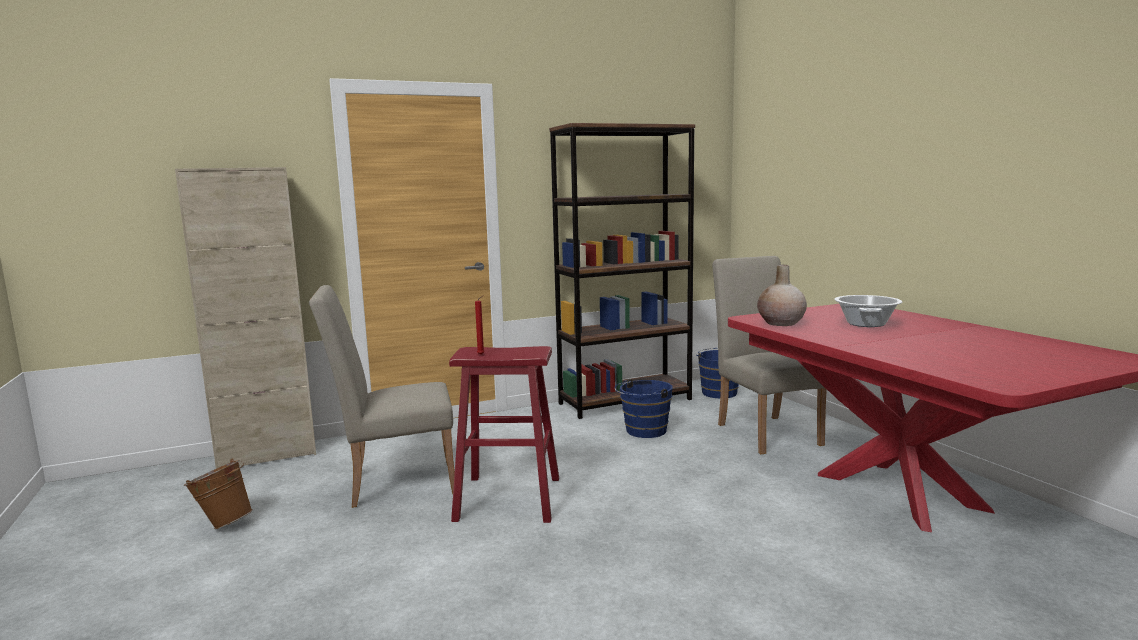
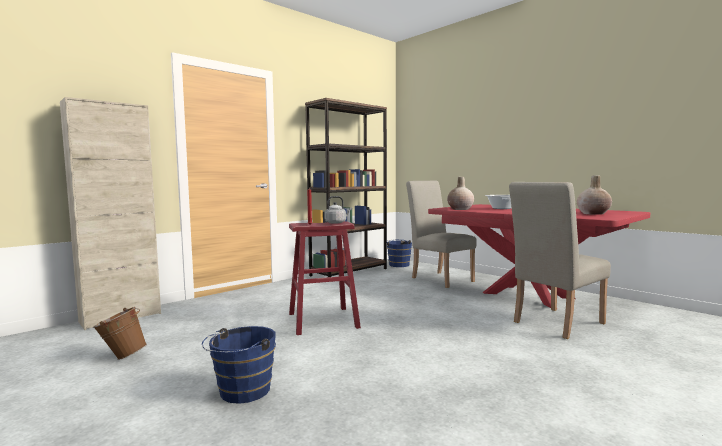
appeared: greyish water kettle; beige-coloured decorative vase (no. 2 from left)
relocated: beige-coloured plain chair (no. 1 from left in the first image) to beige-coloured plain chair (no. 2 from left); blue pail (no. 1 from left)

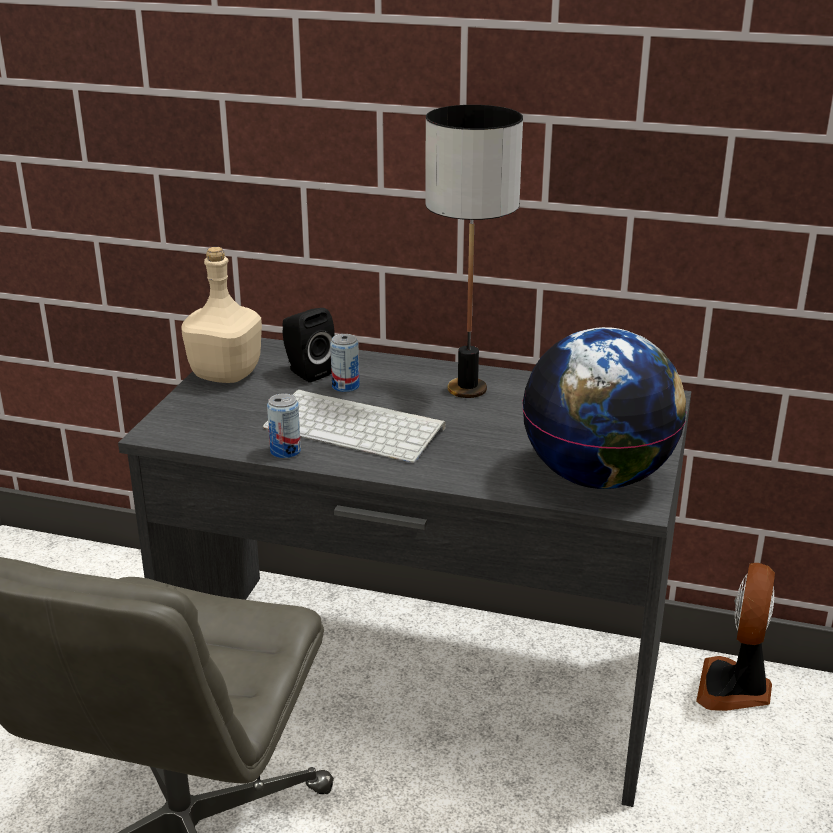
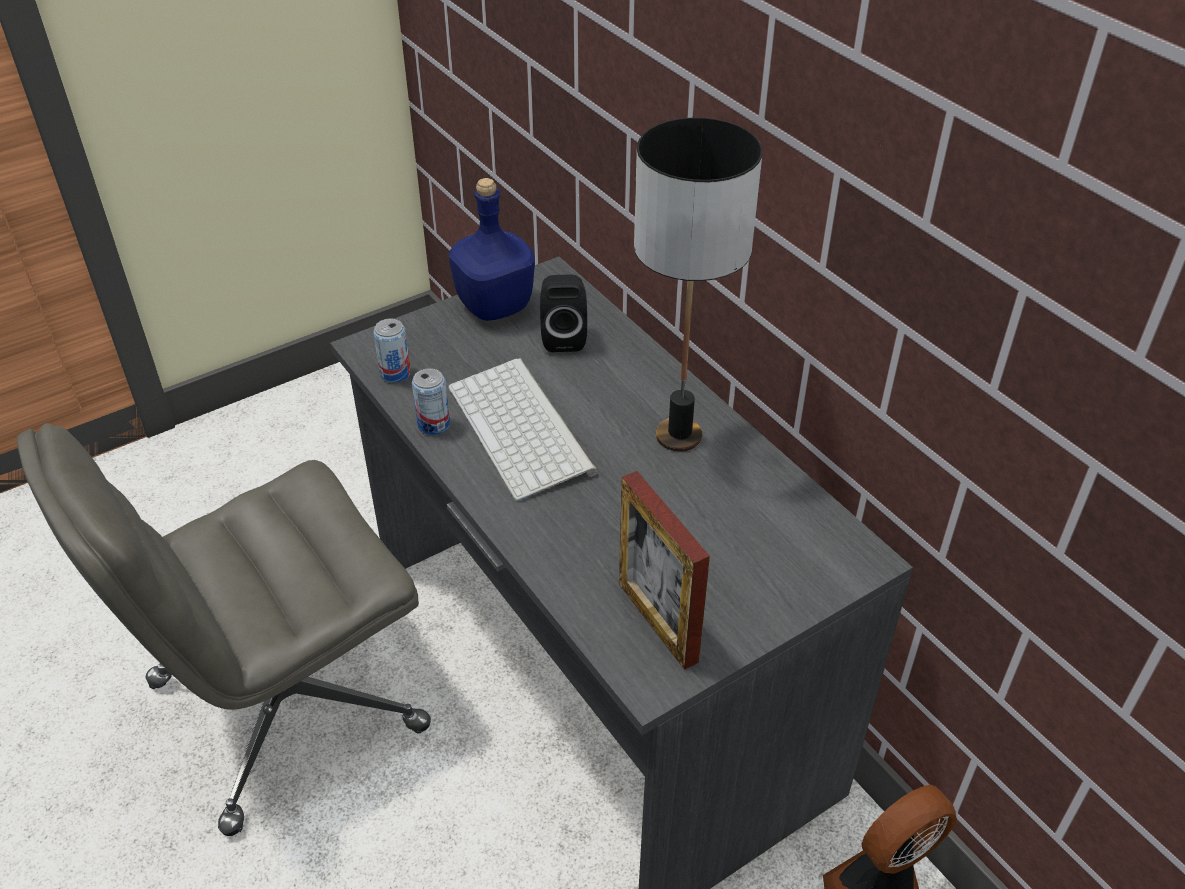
relocated: sealed can (no. 2 from left in the first image) to sealed can (no. 1 from left)
exchanged: globe to standing frame
colour: beige-coloured beverage bottle to blue beverage bottle

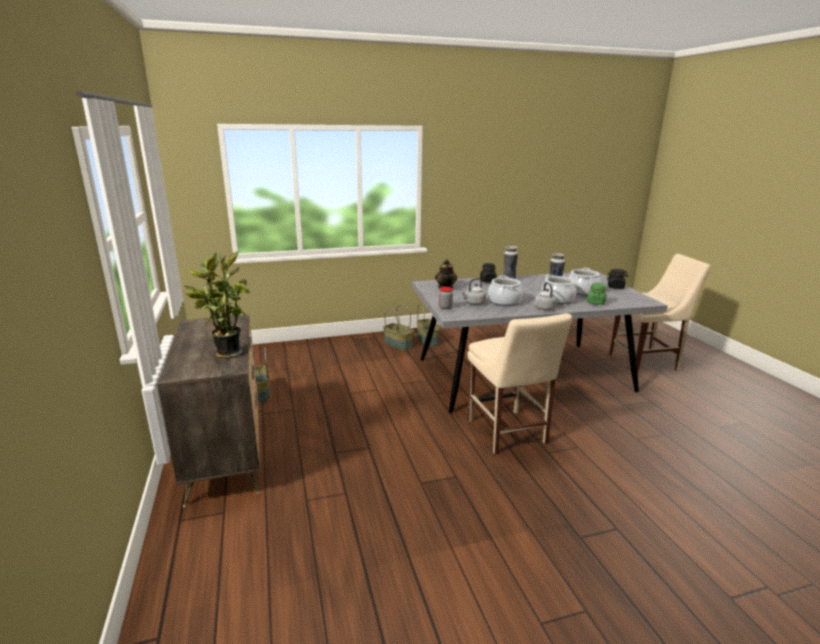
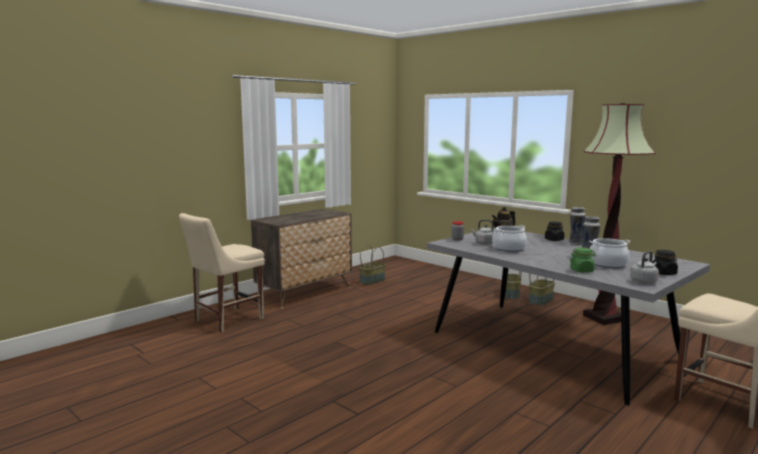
missing: plant in a pot; saucepot (no. 2 from left)
appeared: standard lamp
relocated: beige-coloured plain chair (no. 1 from left); greyish water kettle (no. 2 from left)

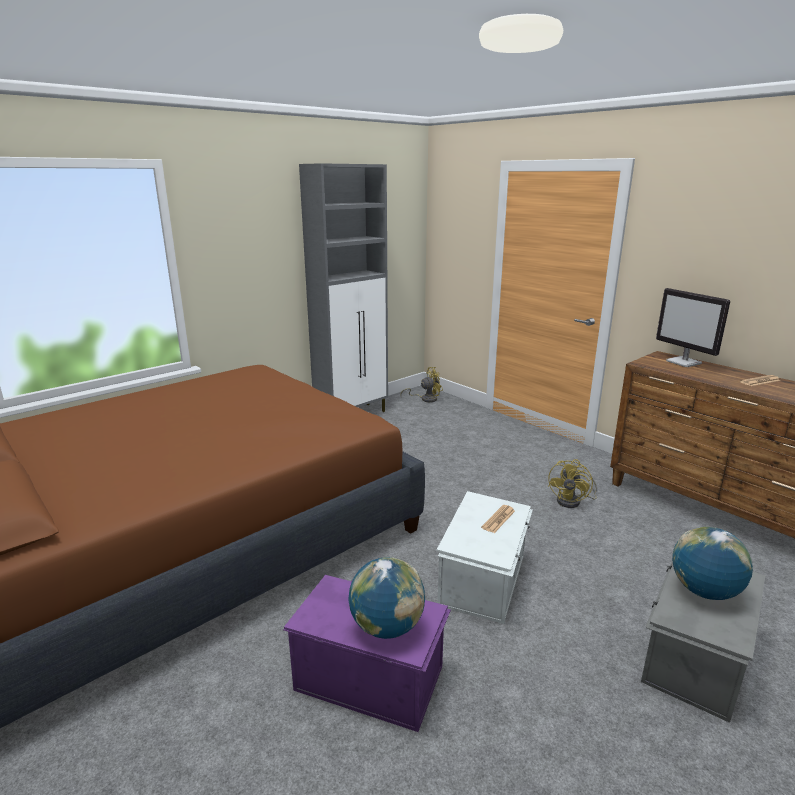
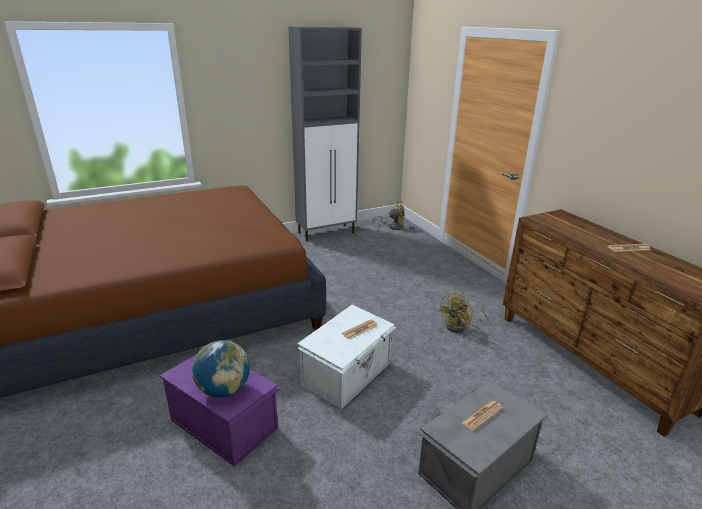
missing: monitor
exchanged: globe (no. 2 from left) to daily paper (no. 2 from left)

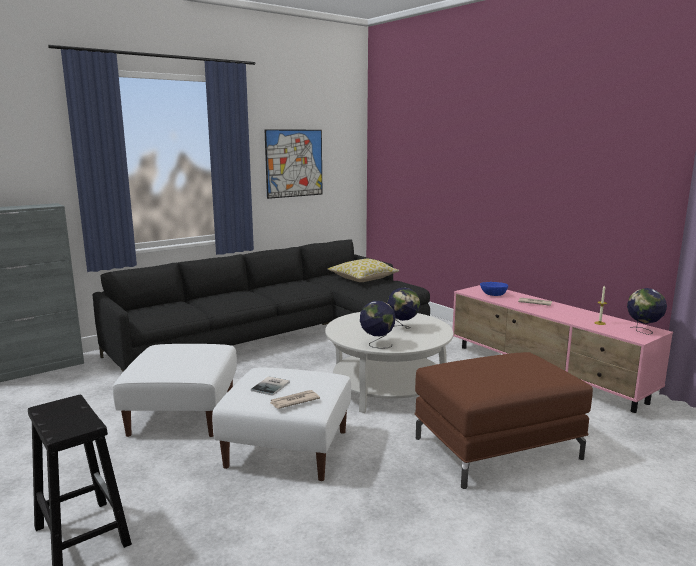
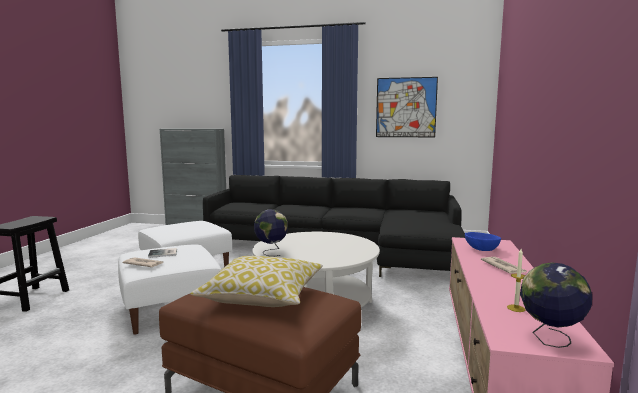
missing: globe (no. 2 from left)
relocated: pillow

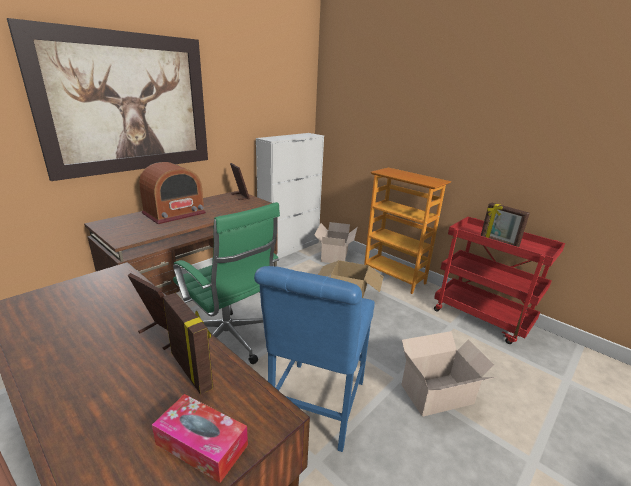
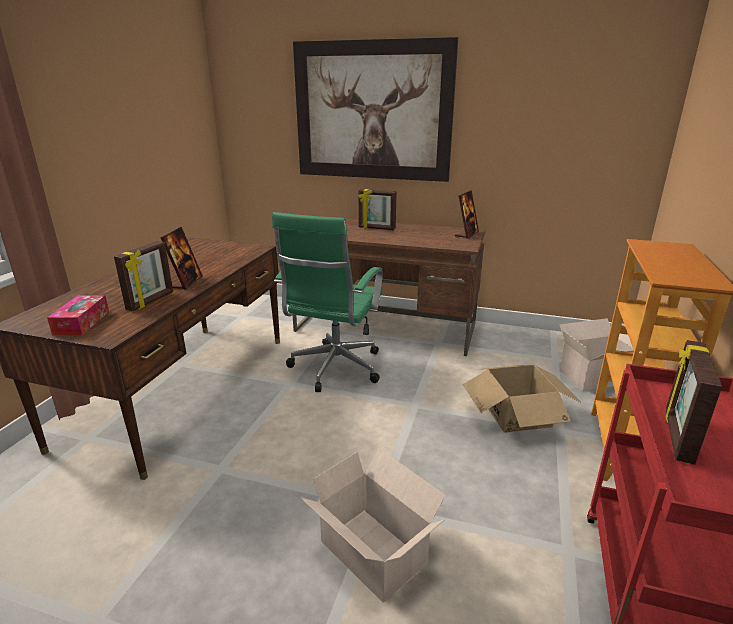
missing: blue plain chair; whitish storage cabinet
exchanged: radio to standing frame (no. 3 from left)

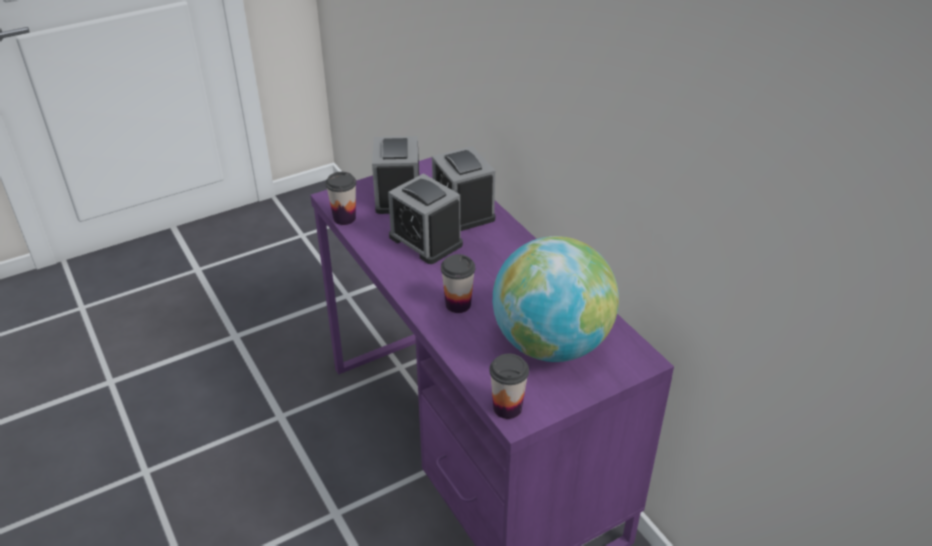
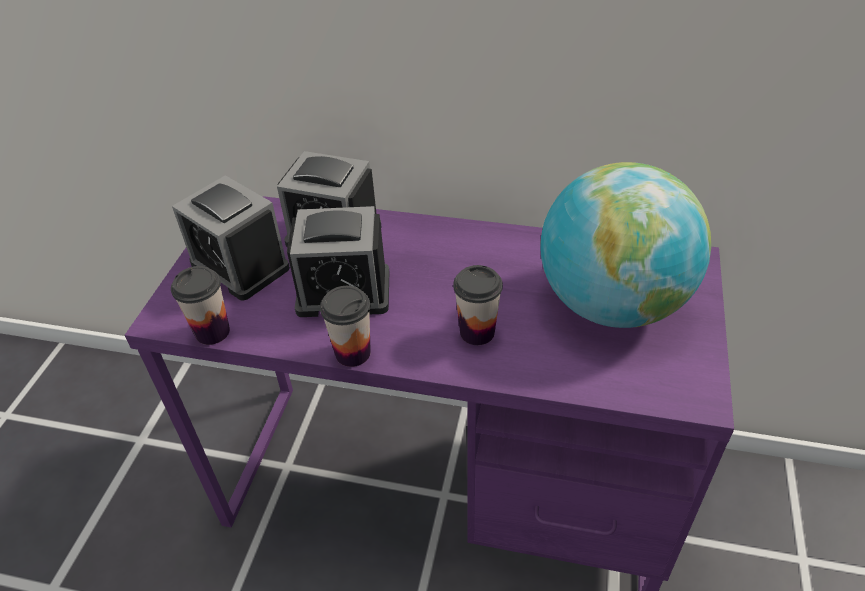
relocated: cup (no. 3 from left in the first image) to cup (no. 2 from left)

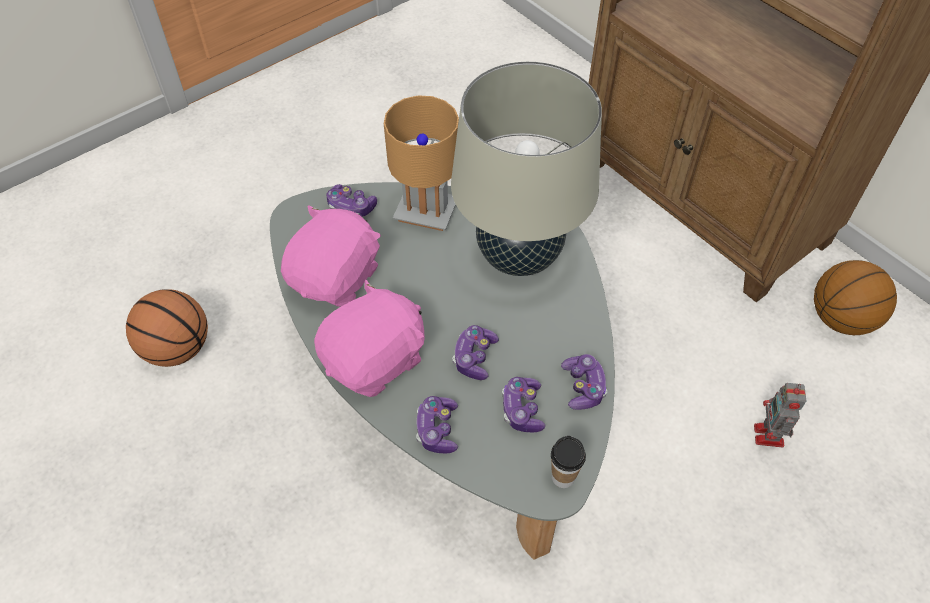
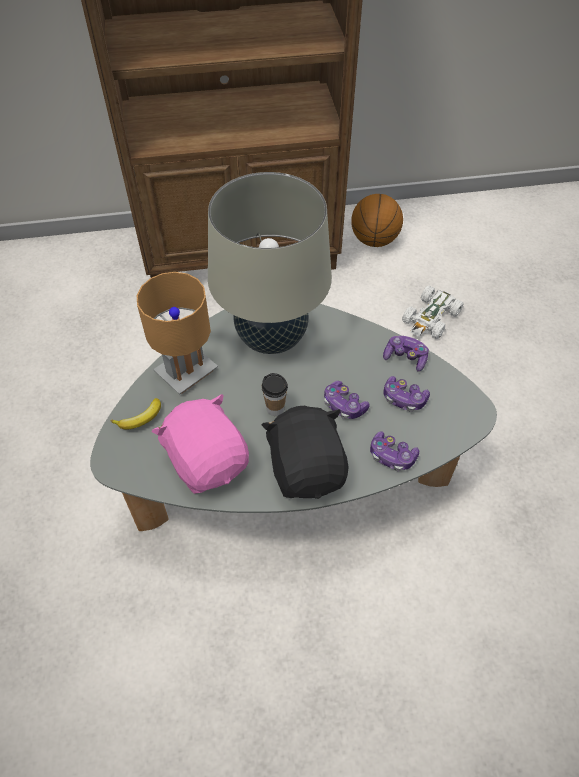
missing: ball for basketball (no. 1 from left)
relocated: cup
exchanged: joypad (no. 1 from left) to banana fruit; robot figure to whitish toy car
colour: pink-coloured soft toy (no. 2 from left) to blackish soft toy

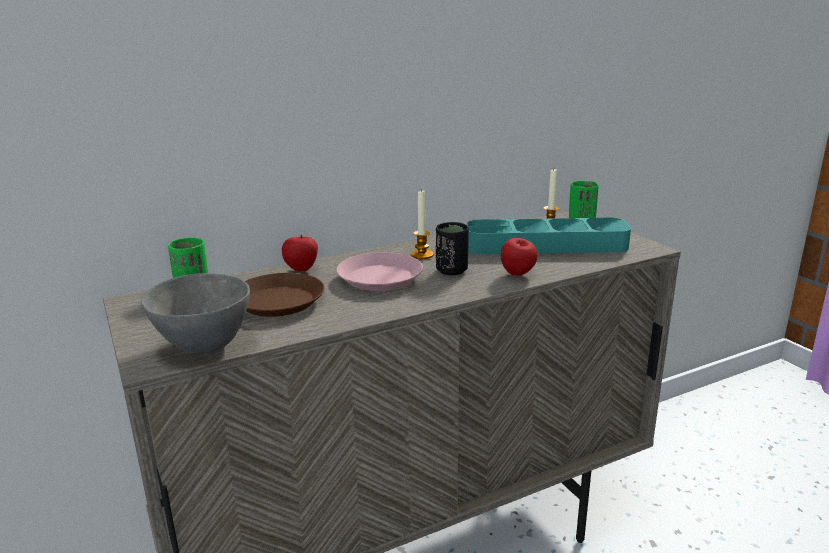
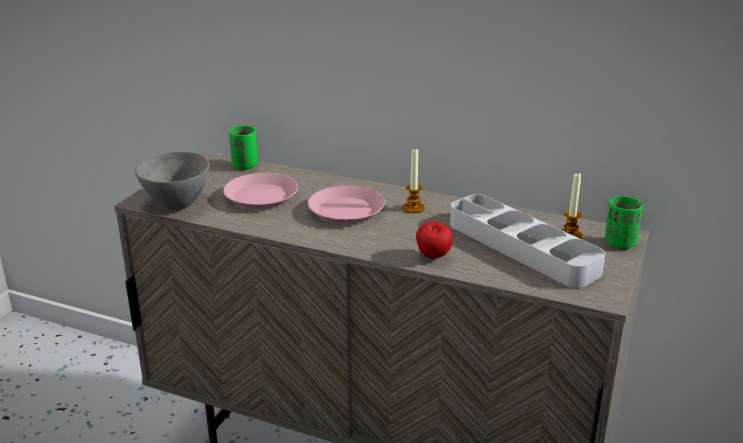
missing: apple fruit (no. 1 from left); blackish cup
colour: brownish flat dish to pink-coloured flat dish (no. 1 from left); turquoise carrying tray to greyish carrying tray

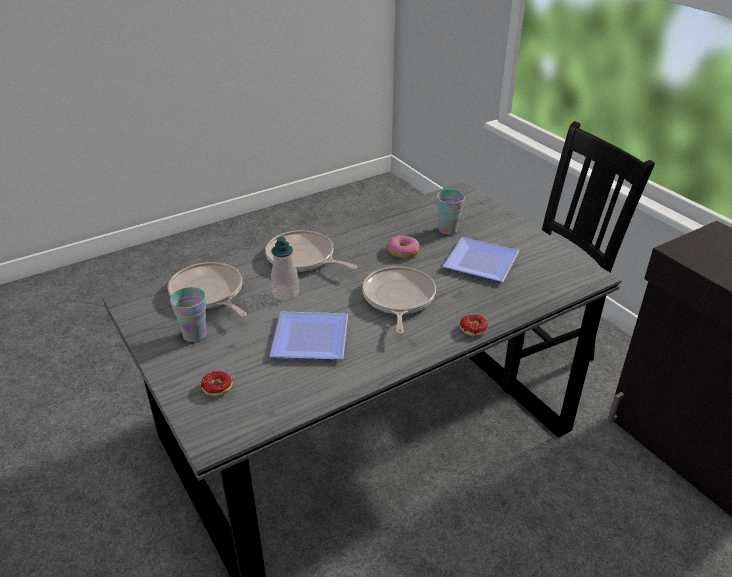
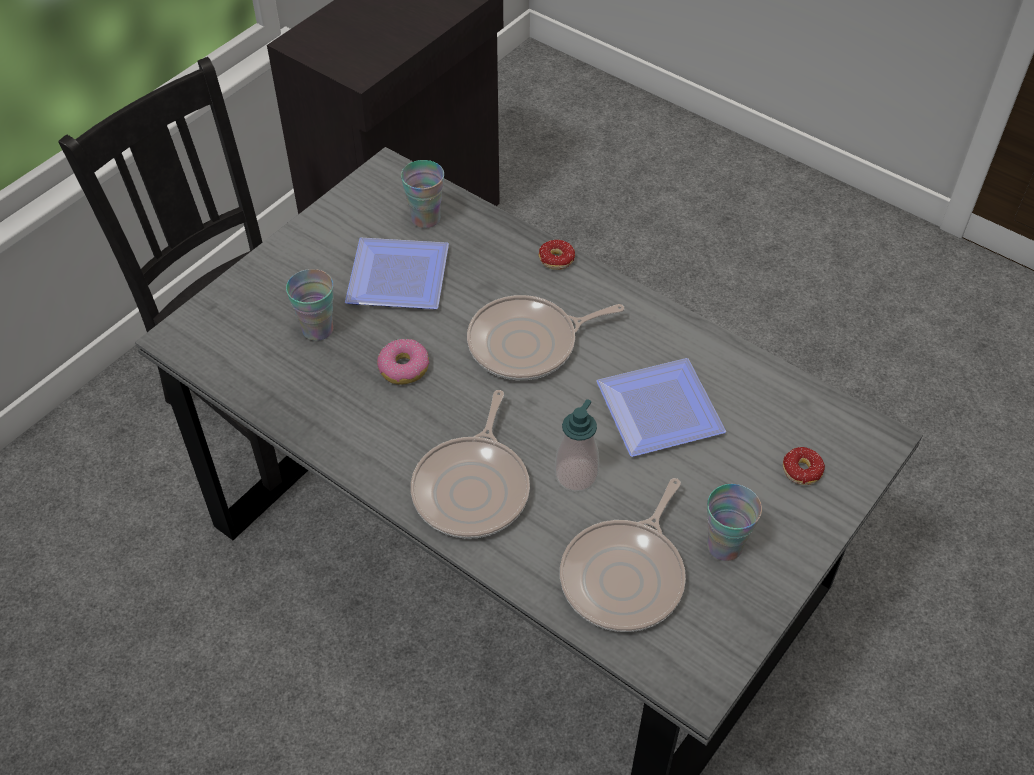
appeared: cup (no. 2 from left)

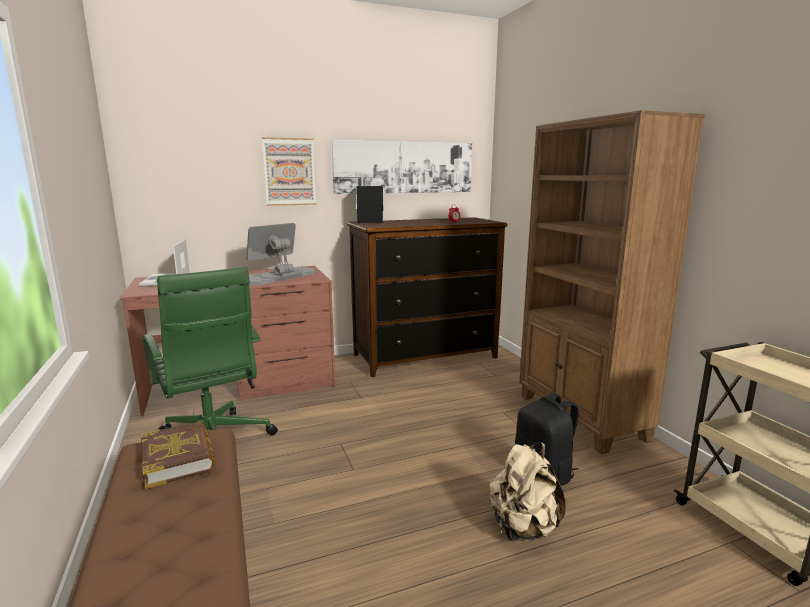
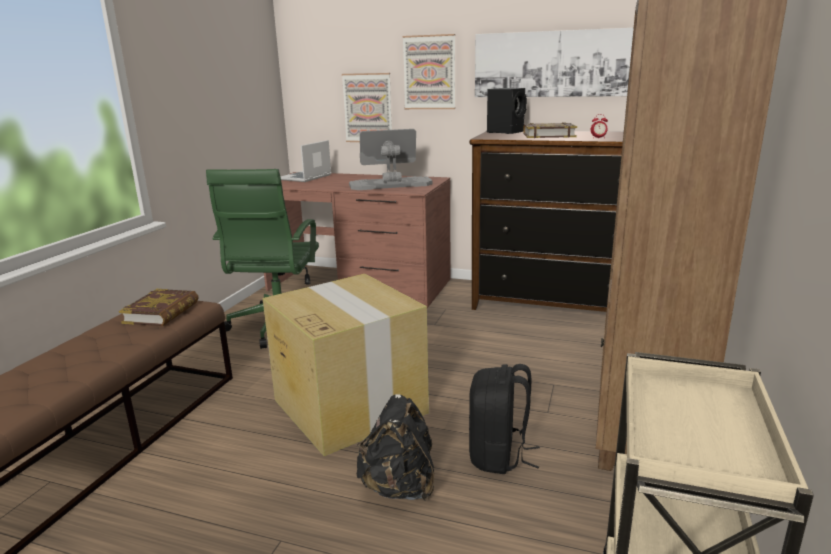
appeared: carton; wall picture (no. 1 from left); volume (no. 2 from left)
colour: beige-coloured rucksack to blackish rucksack (no. 1 from left)

